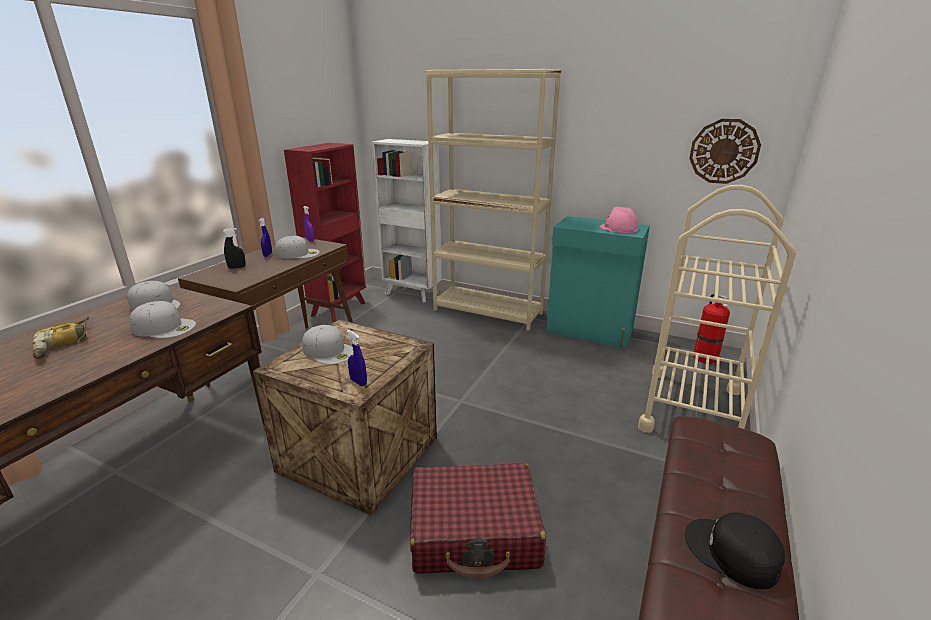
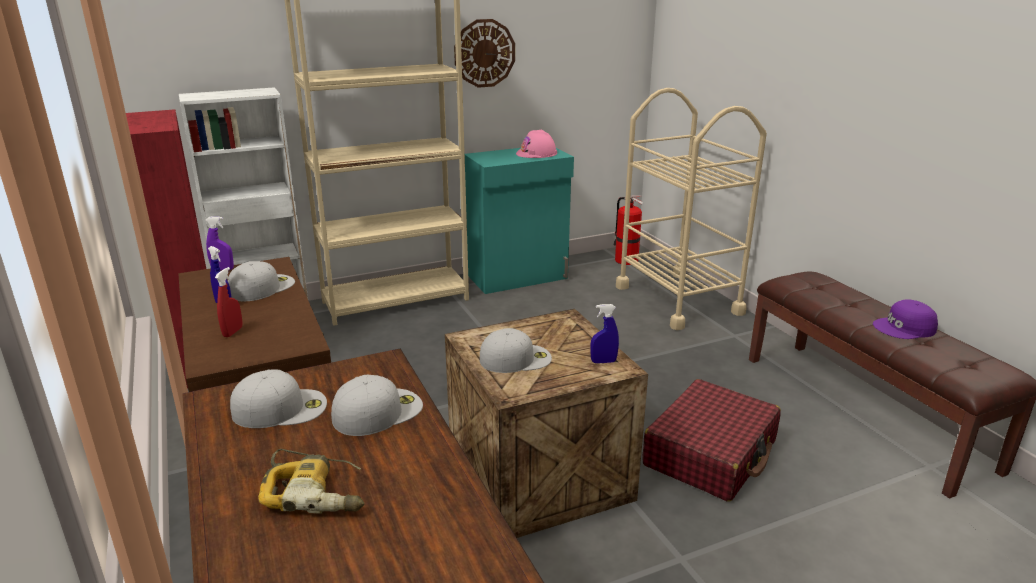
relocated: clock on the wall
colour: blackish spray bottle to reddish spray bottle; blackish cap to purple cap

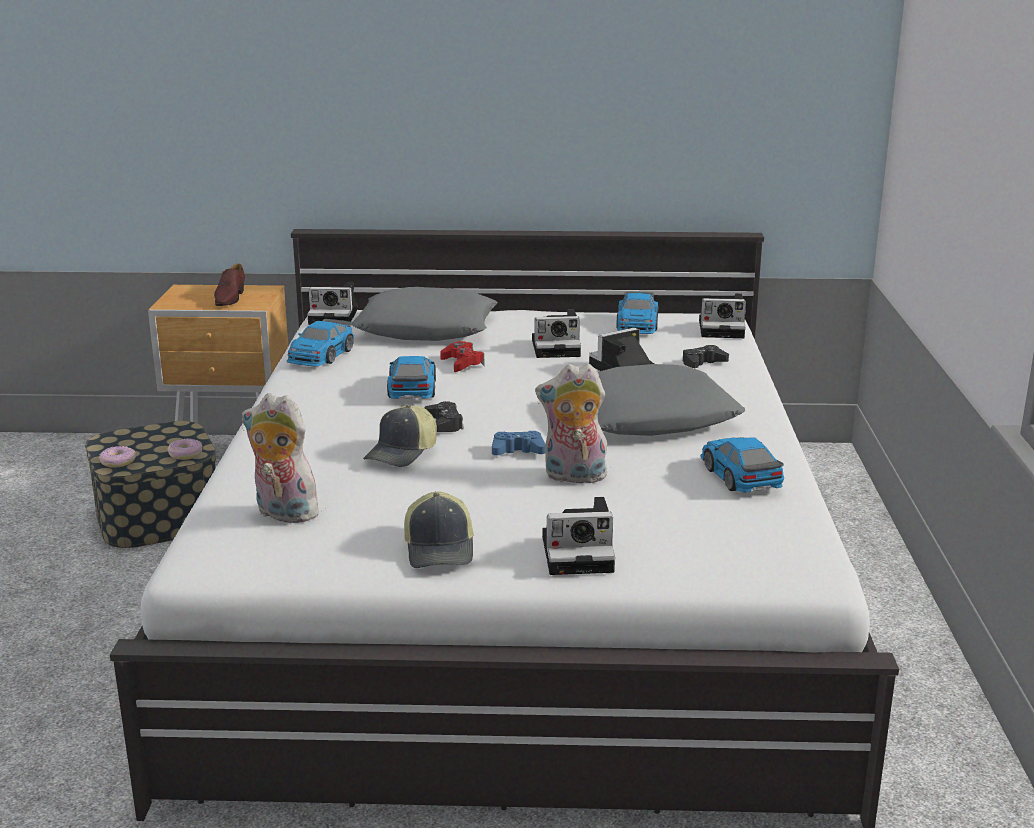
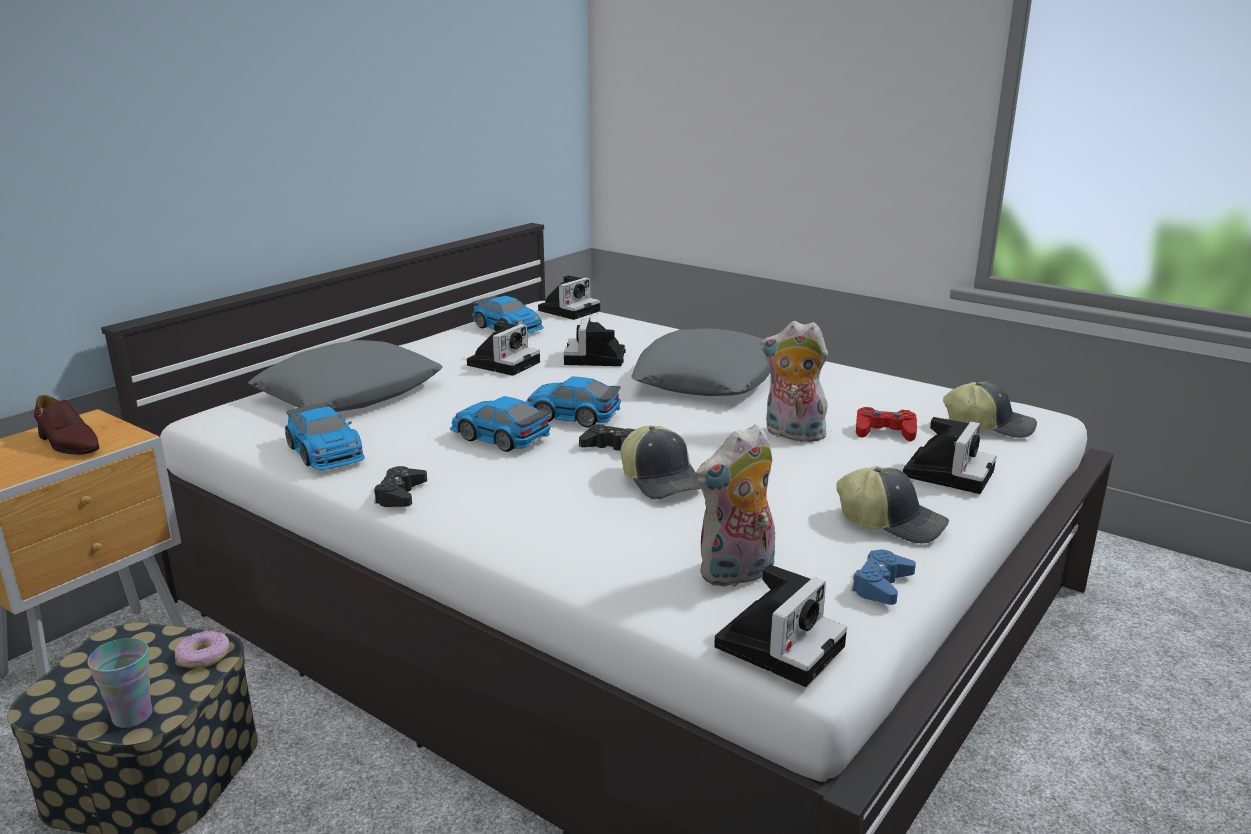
appeared: cap (no. 3 from left)
relocated: photo camera (no. 1 from left in the first image) to photo camera (no. 4 from left); reddish joypad; blue joypad; blackish joypad (no. 2 from left in the first image) to blackish joypad (no. 1 from left); toy car (no. 4 from left)
exchanged: donut (no. 1 from left) to cup
spun: soft toy (no. 2 from left) 75 degrees clockwise

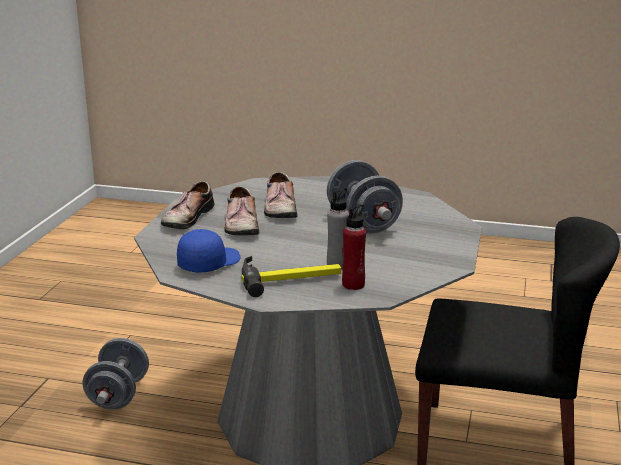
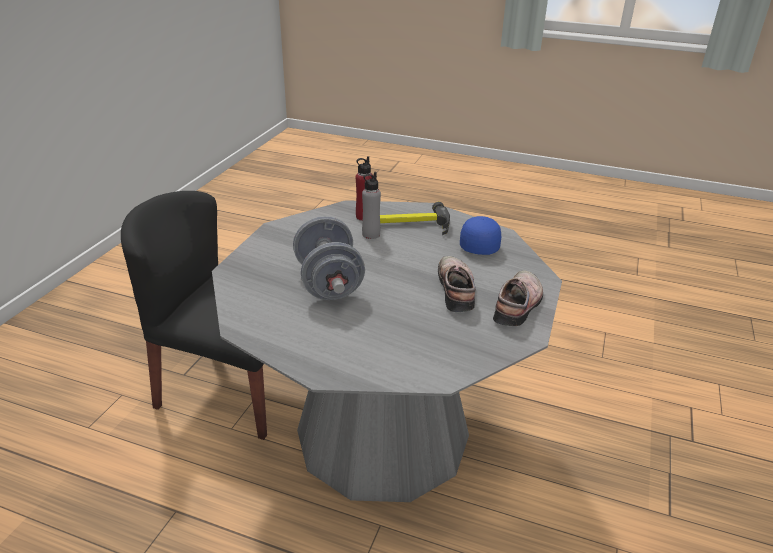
missing: greyish dumbbell (no. 1 from left); shoe (no. 3 from left)
spun: blue cap 150 degrees clockwise

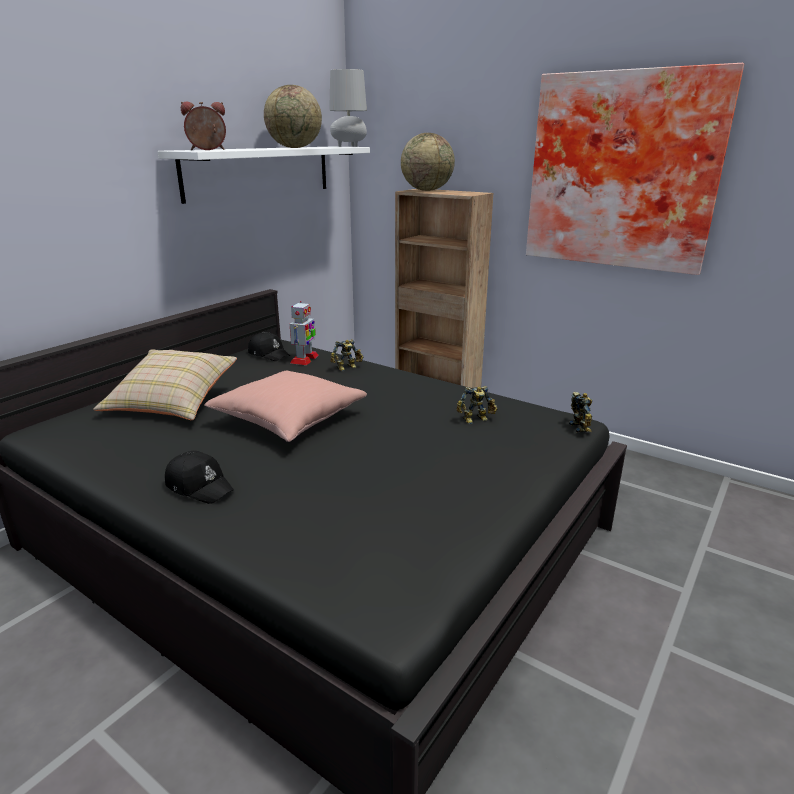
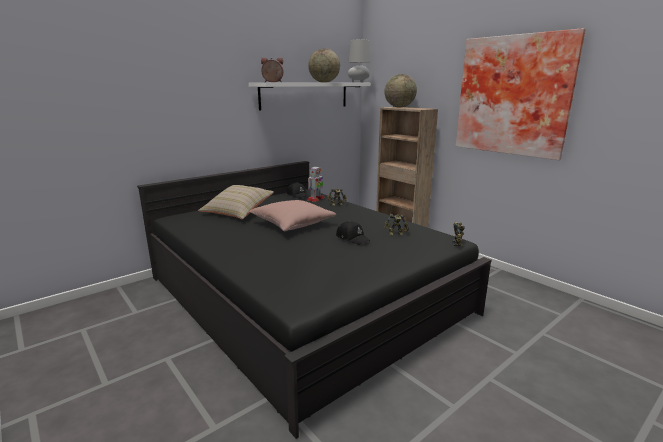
relocated: blackish cap (no. 1 from left in the first image) to blackish cap (no. 2 from left)

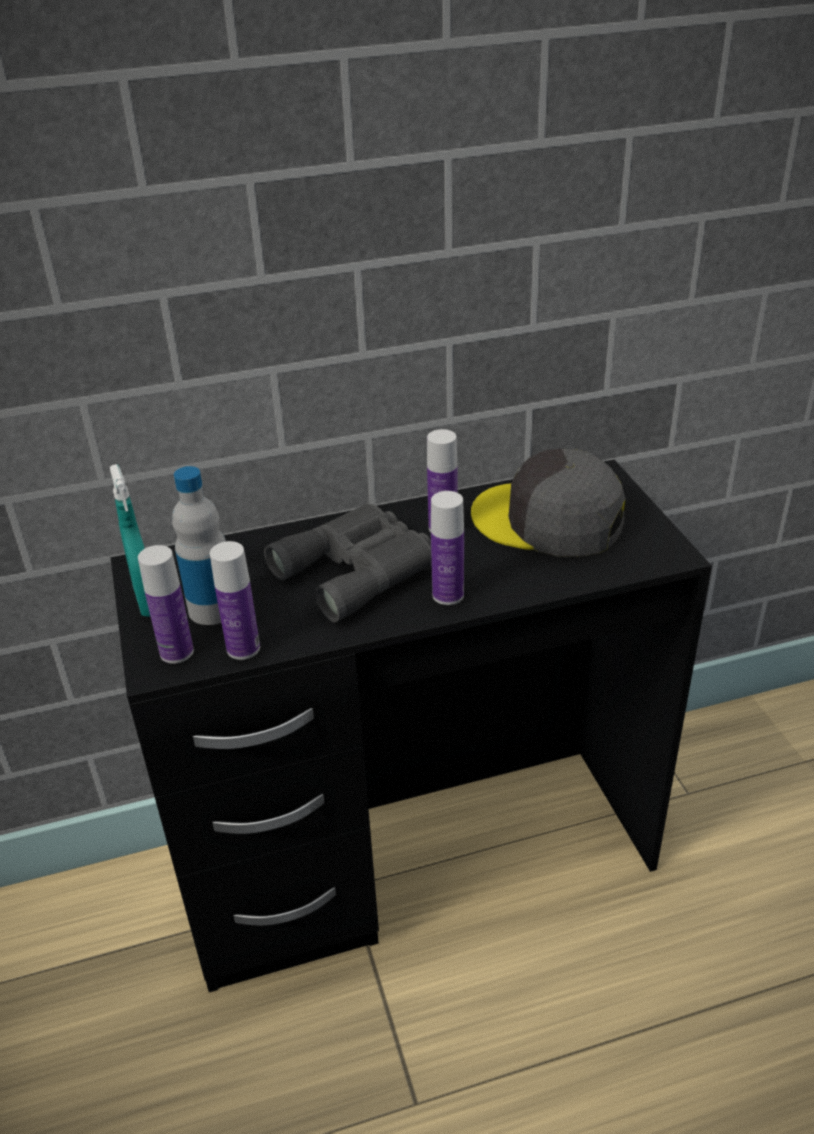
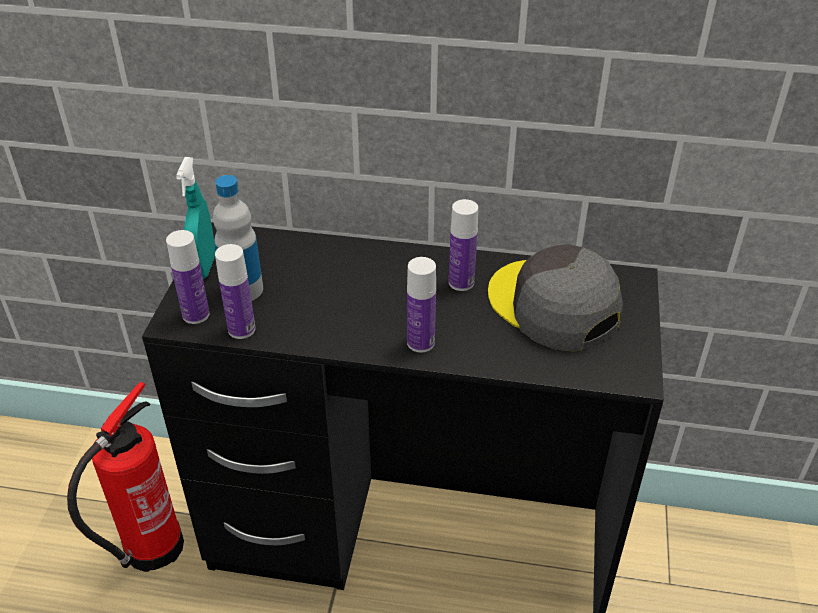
missing: greyish binoculars
appeared: fire-fighting cylinder

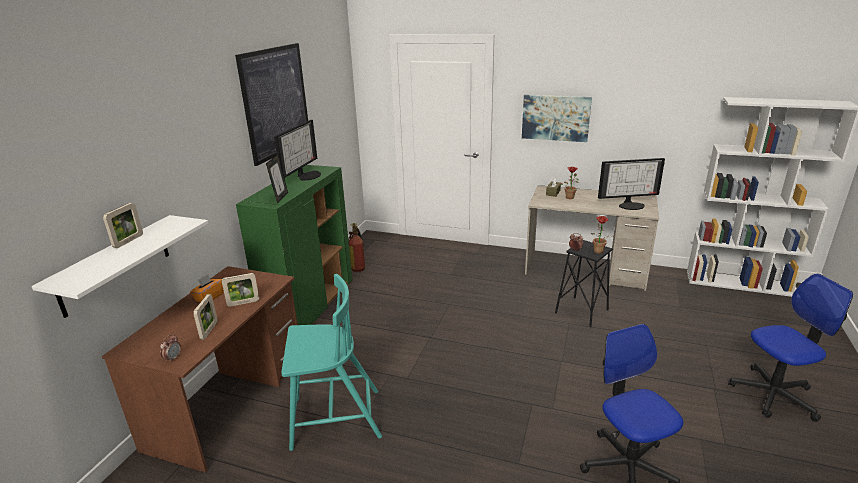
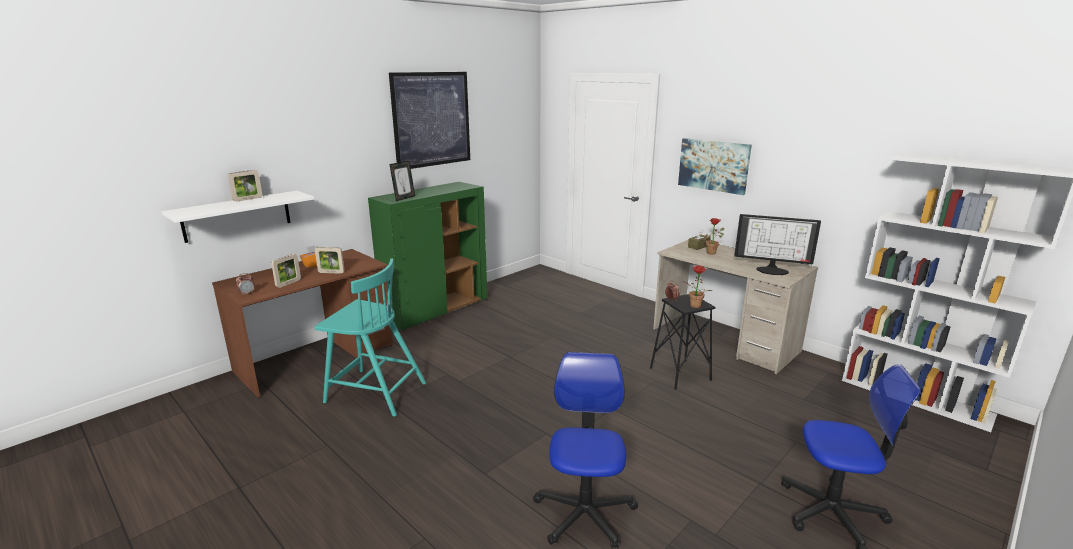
missing: monitor (no. 1 from left); fire-fighting cylinder

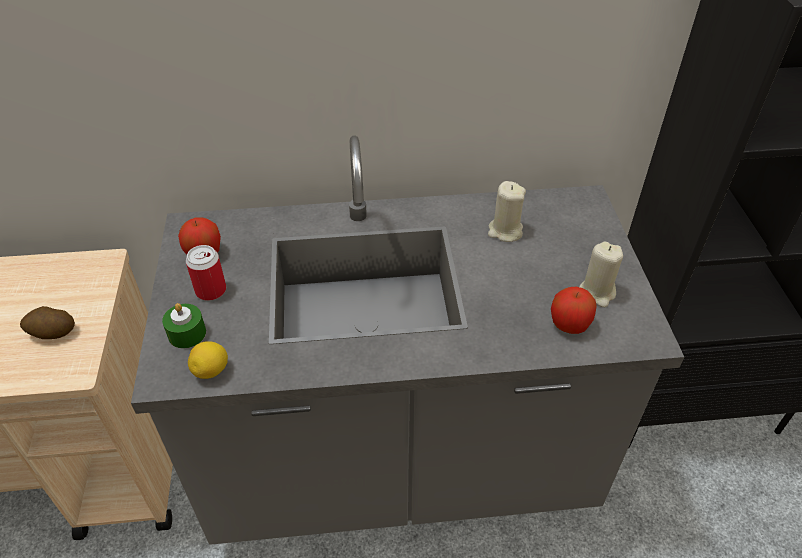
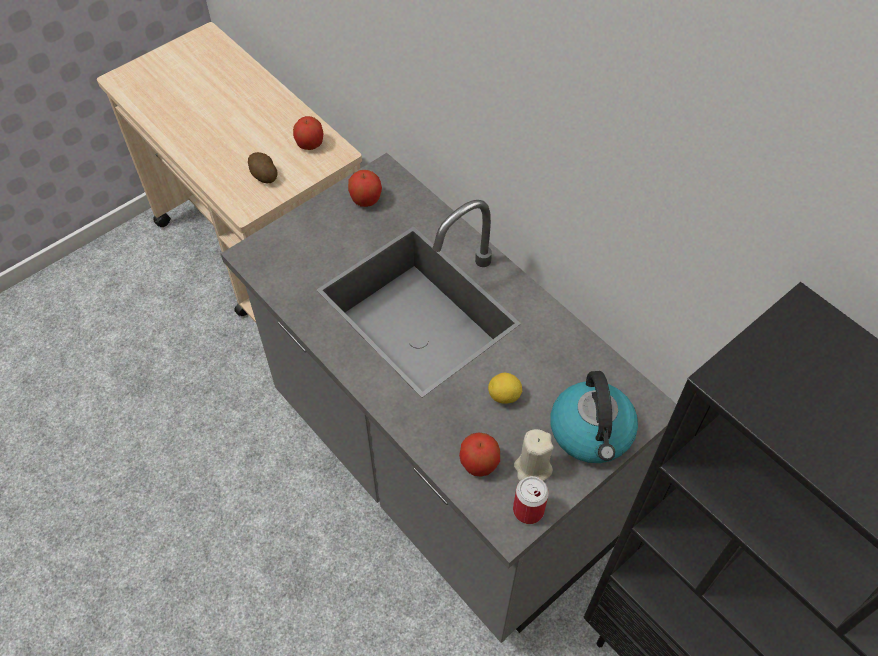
missing: green-coloured wax candle; beige-coloured wax candle (no. 1 from left)
appeared: apple fruit (no. 1 from left); water kettle
relocated: sealed can; lemon

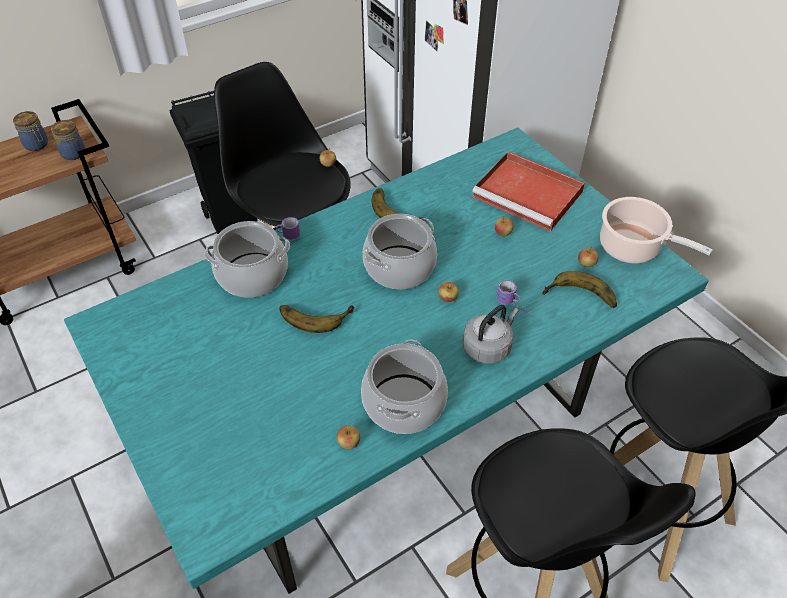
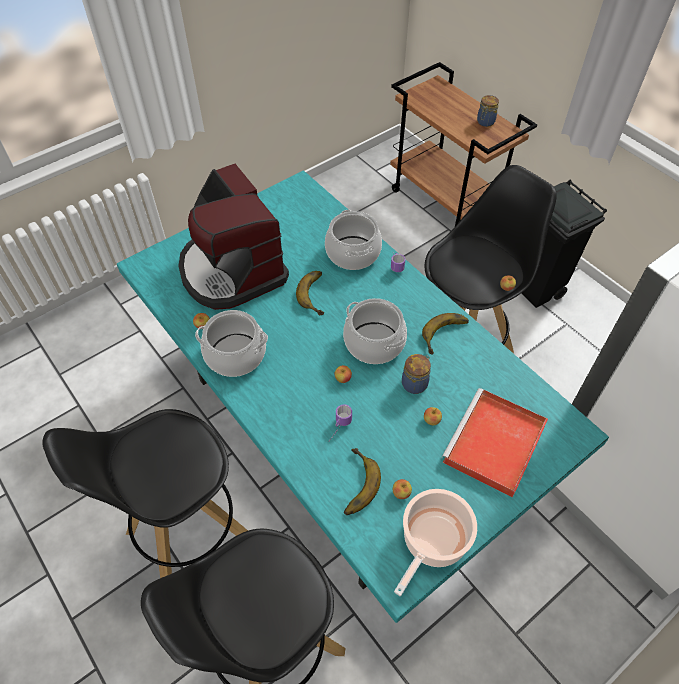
missing: greyish water kettle
appeared: coffee maker
relocated: storage jar (no. 2 from left in the first image) to storage jar (no. 1 from left)

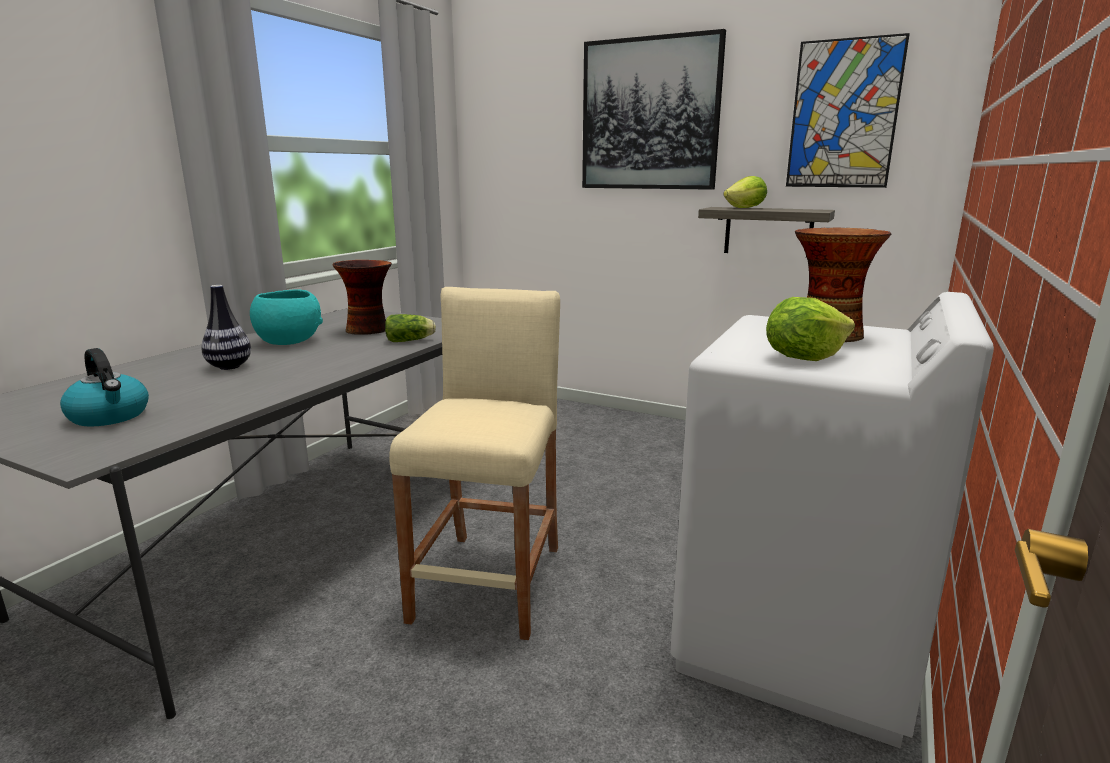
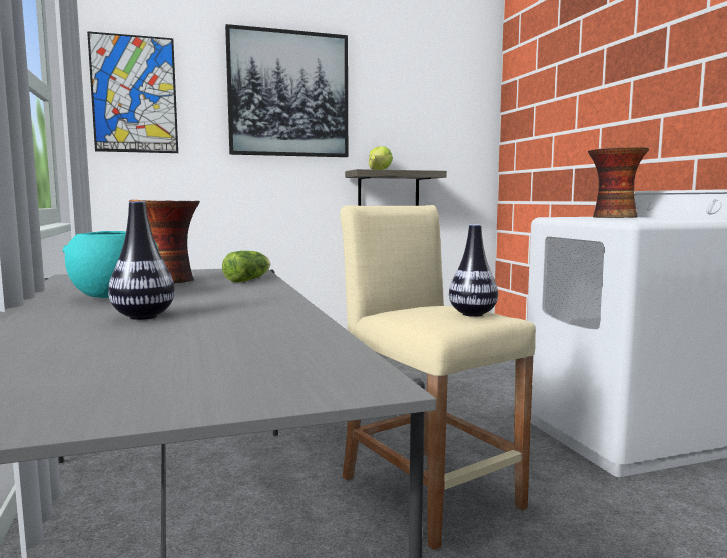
missing: water kettle; head of lettuce (no. 3 from left)
appeared: decorative vase (no. 3 from left)
relocated: wall picture (no. 2 from left in the first image) to wall picture (no. 1 from left)

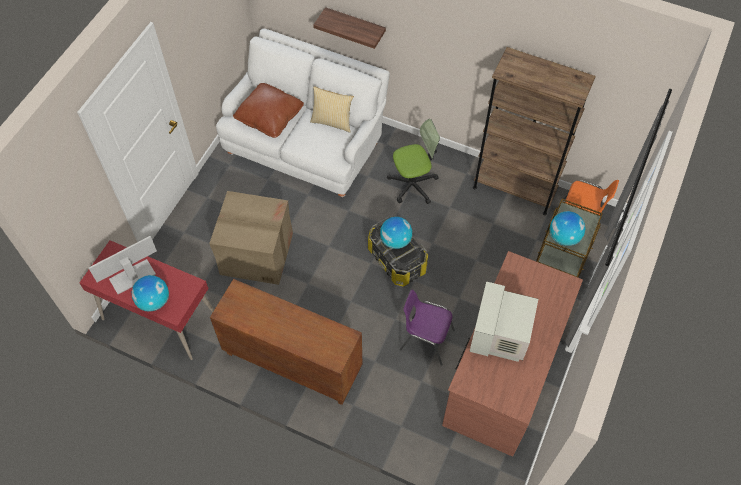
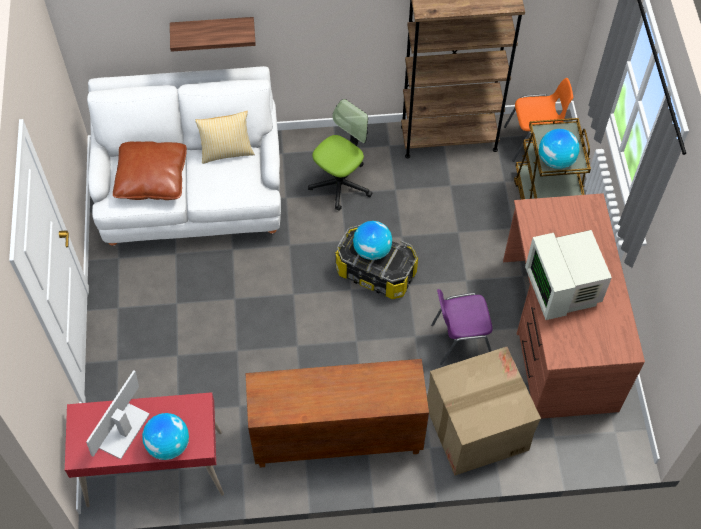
relocated: carton

